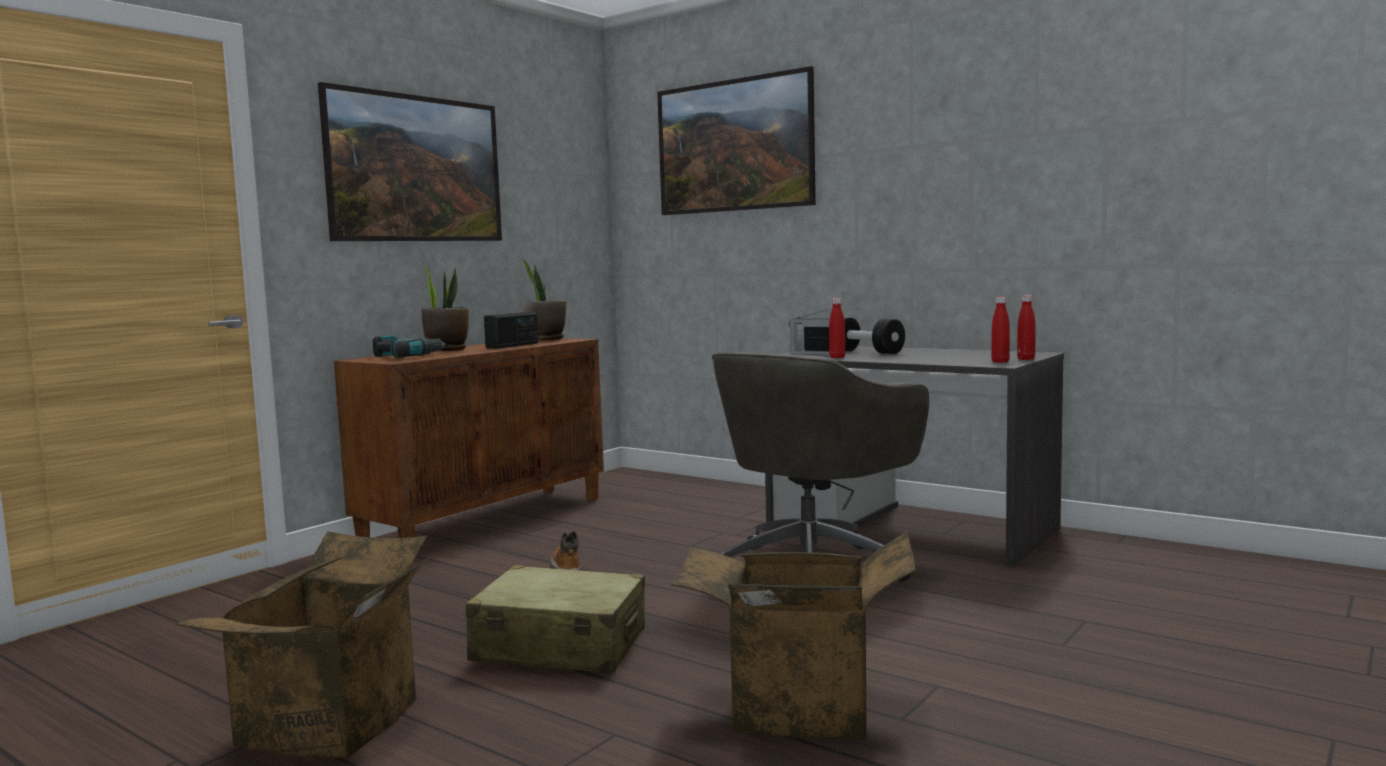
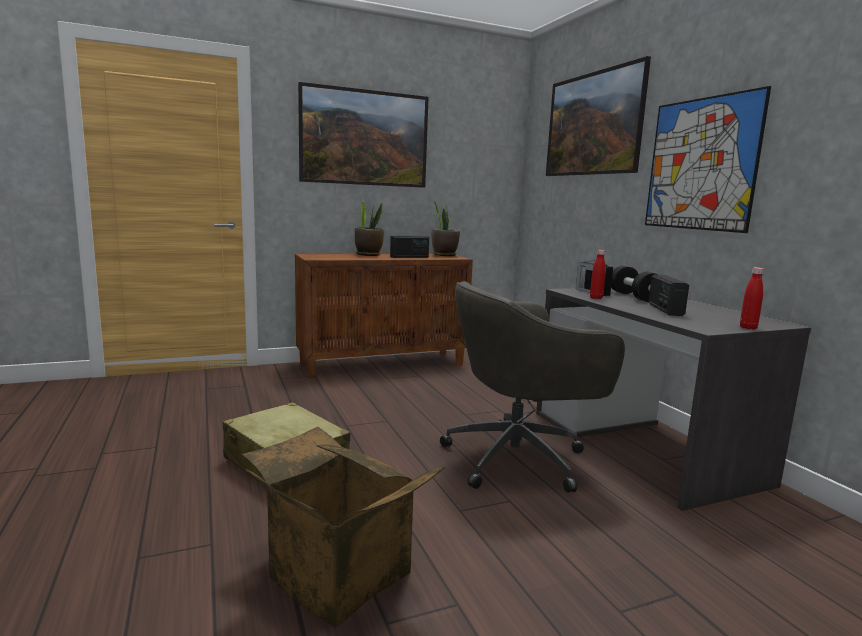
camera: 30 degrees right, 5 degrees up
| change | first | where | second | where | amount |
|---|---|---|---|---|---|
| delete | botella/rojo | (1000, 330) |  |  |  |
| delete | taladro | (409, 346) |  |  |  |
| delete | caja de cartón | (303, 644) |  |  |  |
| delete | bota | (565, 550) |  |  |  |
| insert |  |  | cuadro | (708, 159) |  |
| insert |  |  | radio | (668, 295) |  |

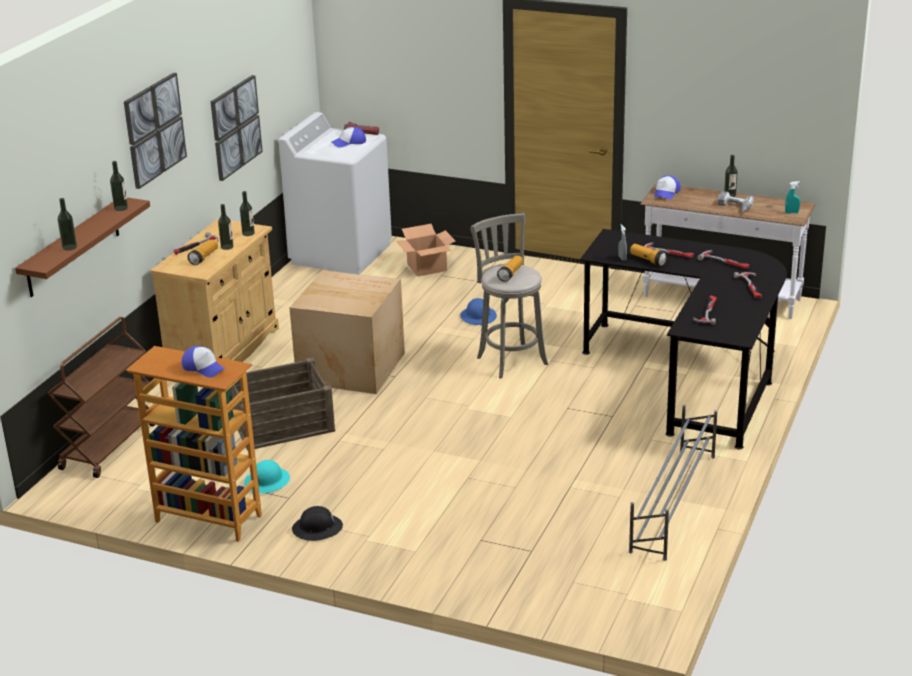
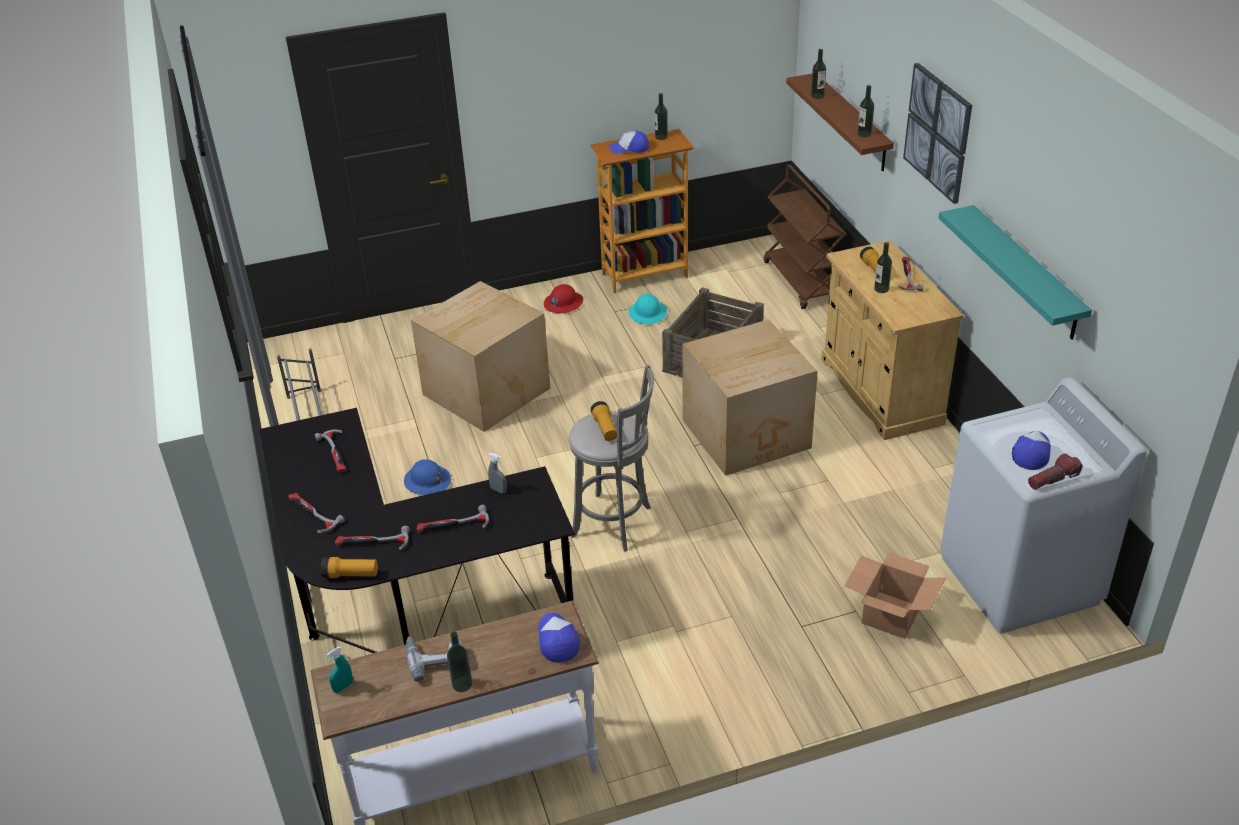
camera: 140 degrees right, 10 degrees up
| change | first | where | second | where | amount |
|---|---|---|---|---|---|
| replace | cuadro | (237, 128) | estante/turquesa | (1015, 272) |  |
| move | botella | (247, 213) |  | (661, 116) |  |
| move | linterna | (648, 255) |  | (349, 567) |  |
| move | casco/azul | (478, 311) |  | (427, 477) |  |
| recolor | casco/negro | (317, 523) | casco/rojo | (563, 298) |  |
| insert |  |  | caja de cartón | (480, 356) |  |

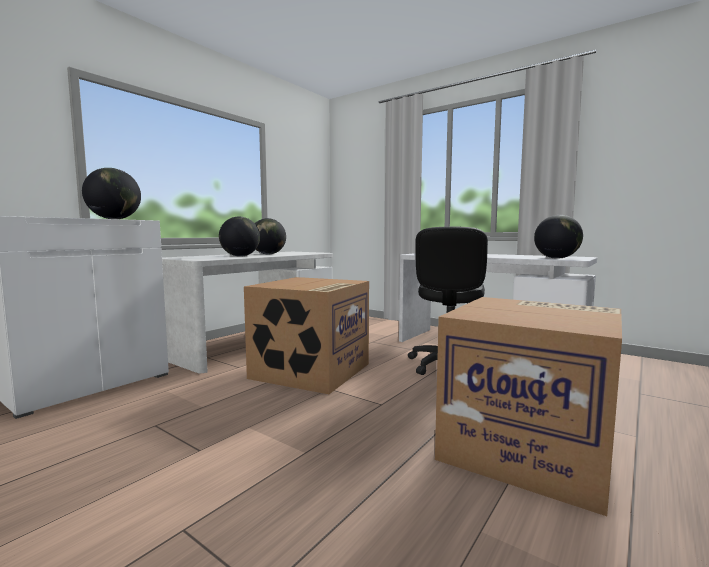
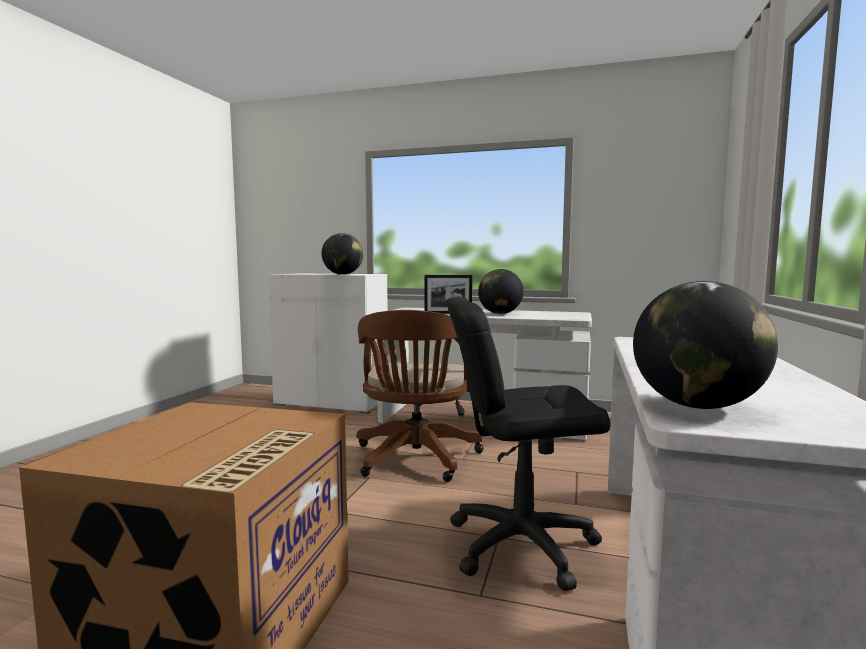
camera: 70 degrees right, 0 degrees up
| change | first | where | second | where | amount |
|---|---|---|---|---|---|
| replace | globo terráqueo | (239, 236) | portarretratos | (448, 294) |  |
| replace | caja de cartón | (306, 335) | silla de oficina/marrón | (420, 396) |  |

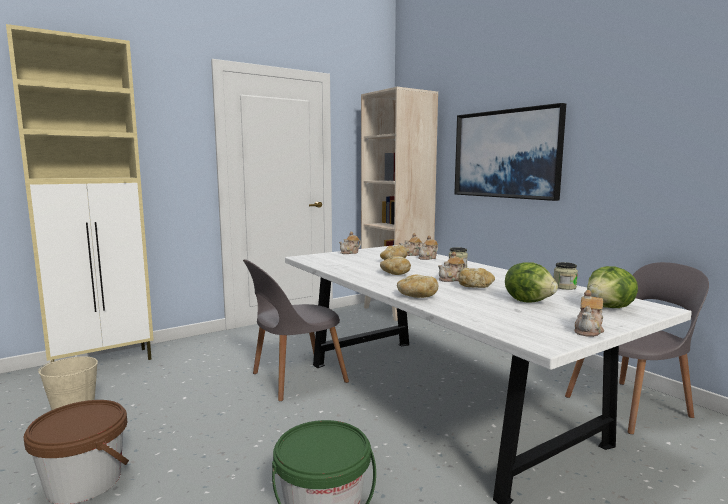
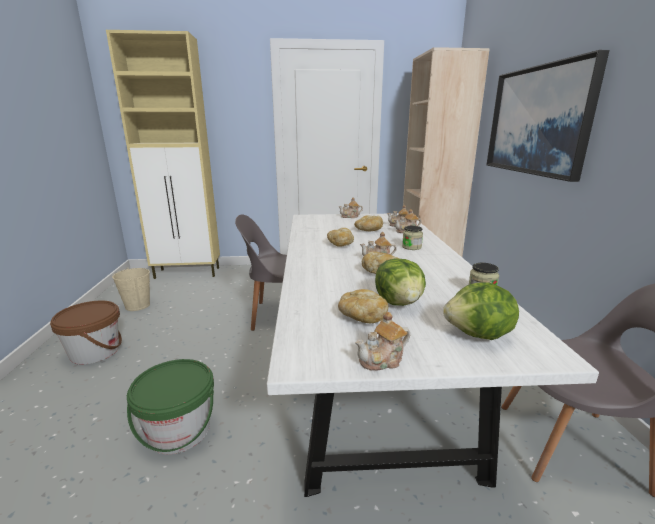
camera: 30 degrees right, 10 degrees up
| change | first | where | second | where | amount |
|---|---|---|---|---|---|
| move | pan | (418, 286) |  | (363, 306) |  |

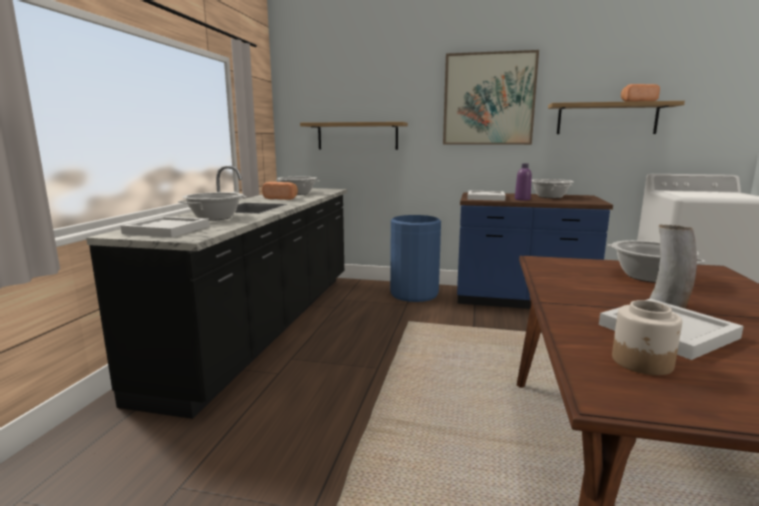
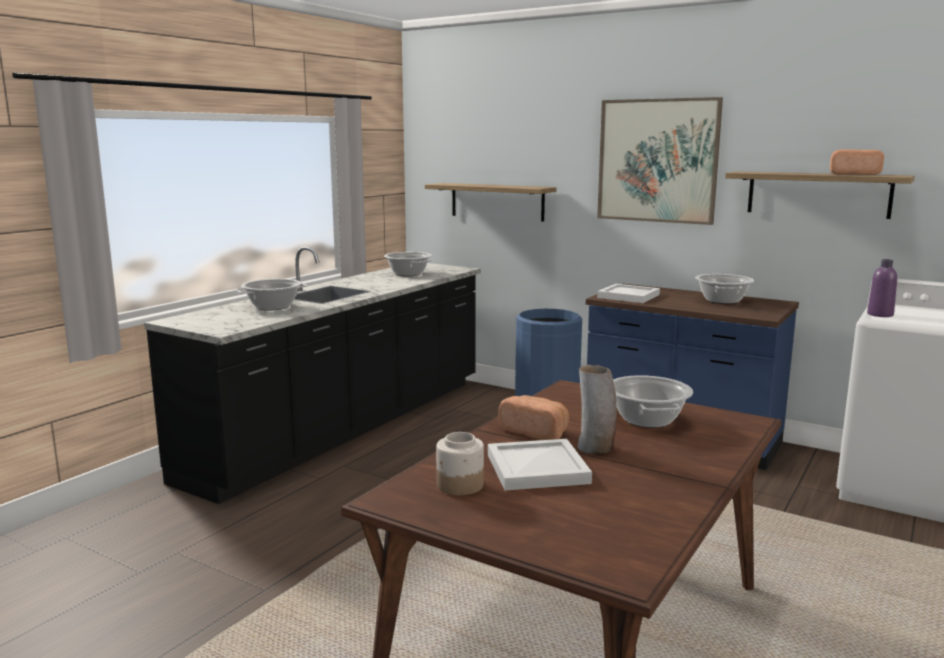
camera: 20 degrees right, 0 degrees up
| change | first | where | second | where | amount |
|---|---|---|---|---|---|
| move | botella/morado | (523, 182) |  | (882, 288) |  |
| move | pan | (280, 191) |  | (533, 417) |  |
| delete | bandeja/blanco | (165, 226) |  |  |  |

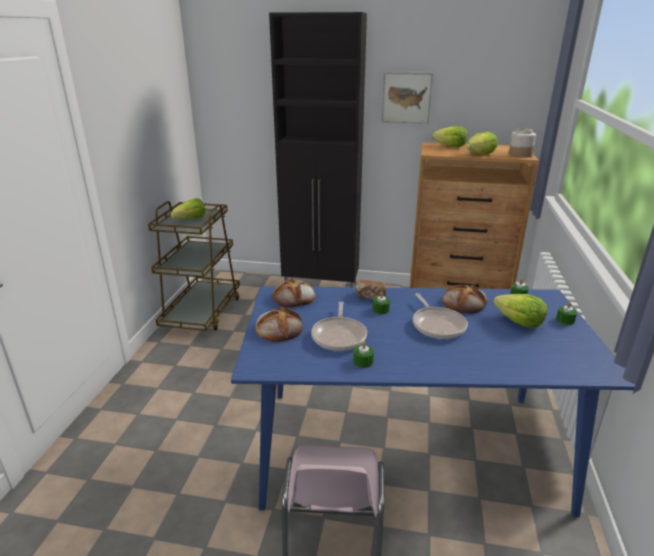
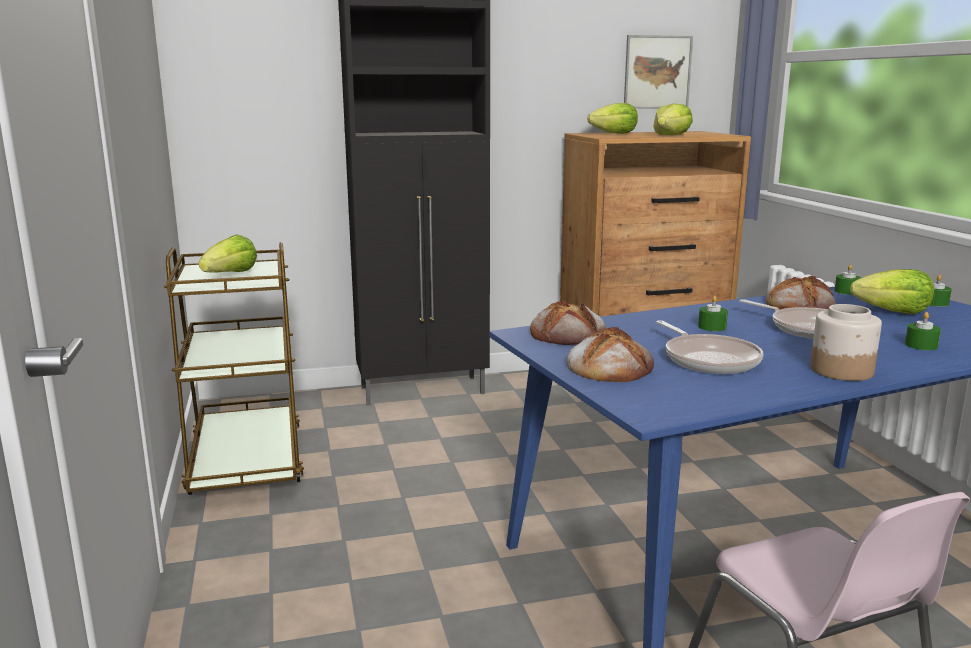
camera: 25 degrees left, 10 degrees down
| change | first | where | second | where | amount |
|---|---|---|---|---|---|
| move | cuadro | (407, 98) |  | (658, 72) |  |
| move | tarro | (522, 143) |  | (846, 342) |  |
| delete | pan | (370, 289) |  |  |  |
| move | vela/verde | (364, 355) |  | (923, 331) |  |

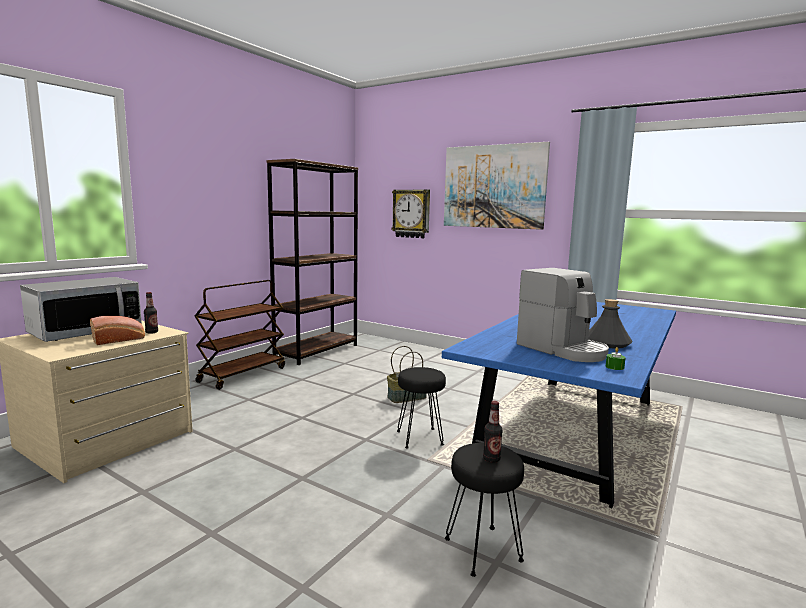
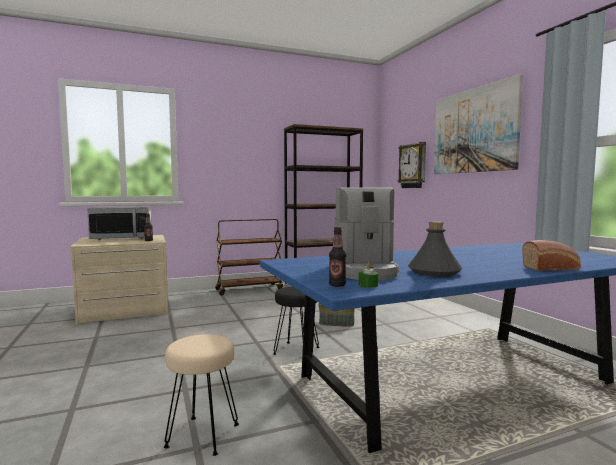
camera: 35 degrees right, 5 degrees down
| change | first | where | second | where | amount |
|---|---|---|---|---|---|
| move | pan | (117, 330) |  | (551, 255) |  |
| move | botella | (493, 432) |  | (337, 257) |  |
| recolor | taburete/negro | (484, 510) | taburete/beis | (201, 395) |  |

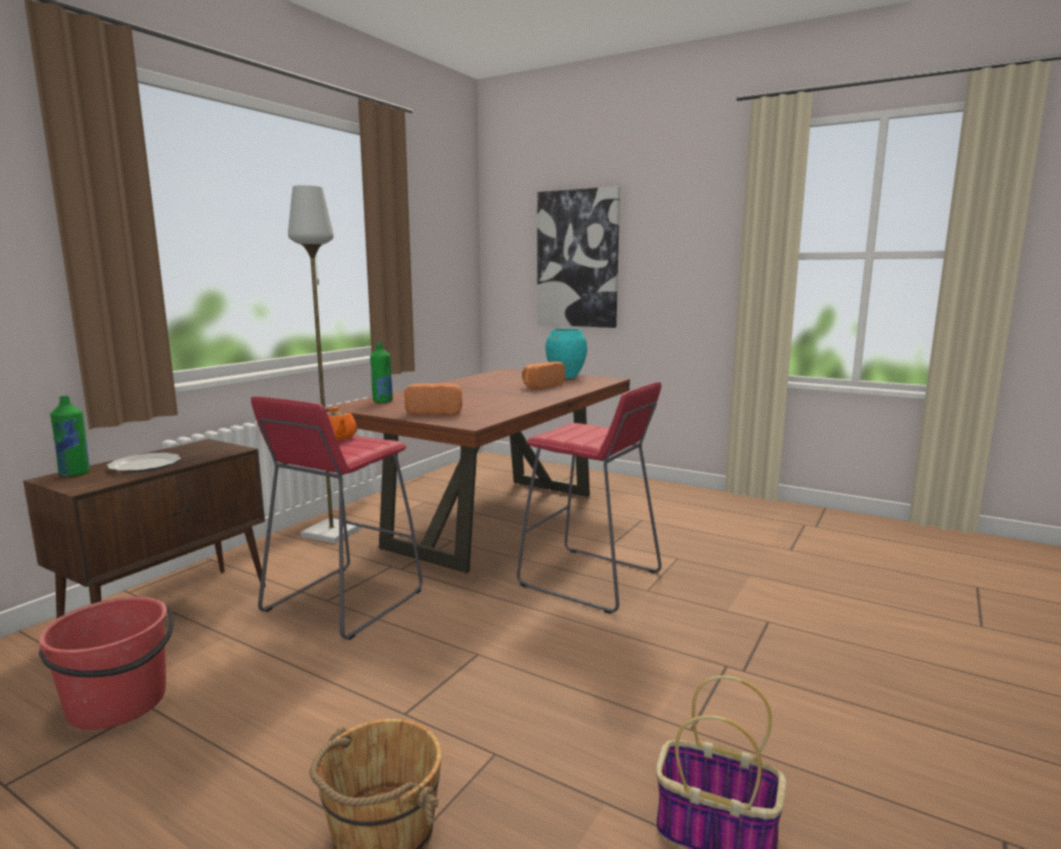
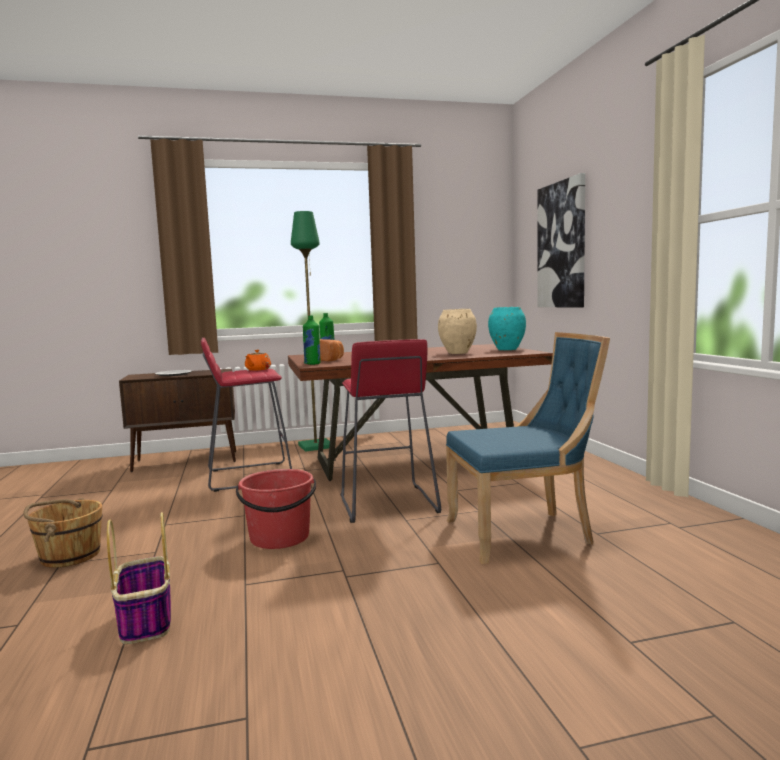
camera: 45 degrees right, 5 degrees down
| change | first | where | second | where | amount |
|---|---|---|---|---|---|
| recolor | lámpara de pie/gris | (325, 364) | lámpara de pie/verde | (310, 331) |  |
| replace | pan | (543, 375) | florero/beis | (457, 331) |  |
| move | botella/verde | (70, 436) |  | (312, 340) |  |
| move | cubo/rojo | (106, 663) |  | (276, 509) |  |
| insert |  |  | silla/azul | (528, 448) |  |

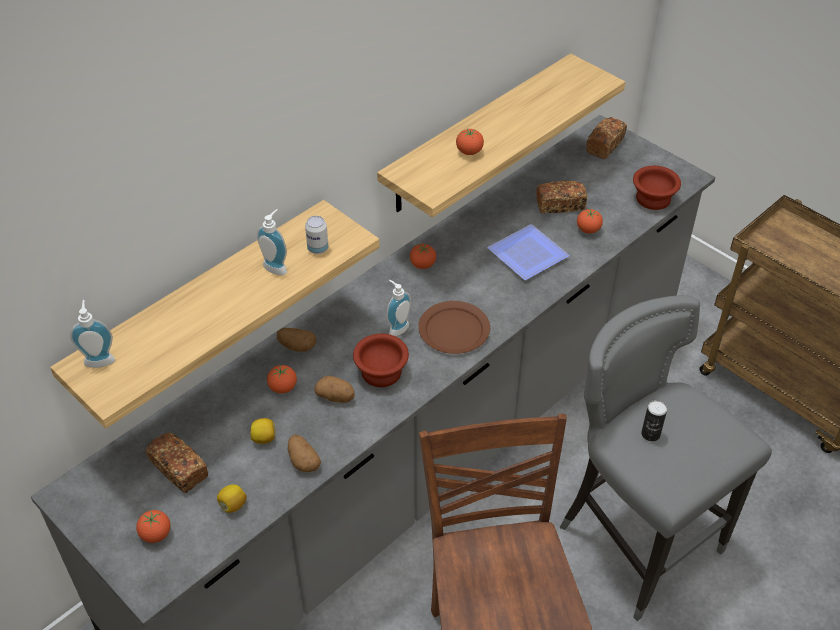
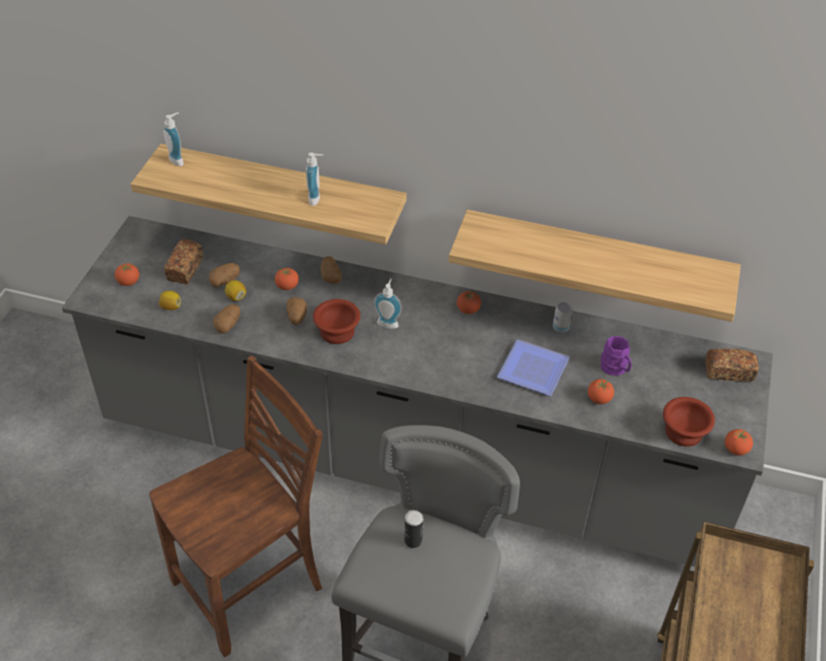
camera: 60 degrees right, 0 degrees up
| change | first | where | second | where | amount |
|---|---|---|---|---|---|
| move | tomate | (470, 142) |  | (739, 442) |  |
| replace | pan | (561, 197) | taza grande/morado | (616, 356) |  |
| move | lata | (316, 235) |  | (562, 317) |  |
| delete | plato/marrón | (454, 327) |  |  |  |
| insert |  |  | patata | (224, 275) |  |

